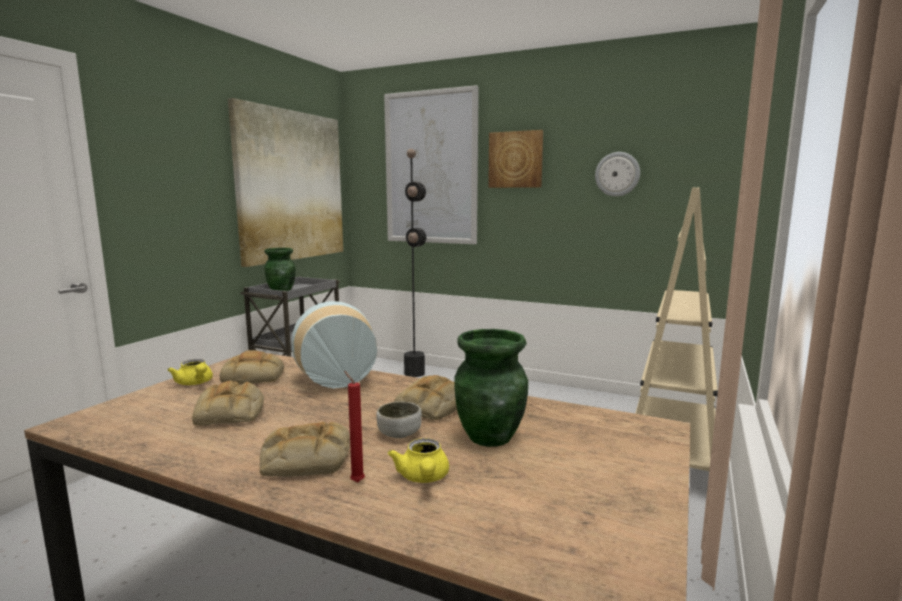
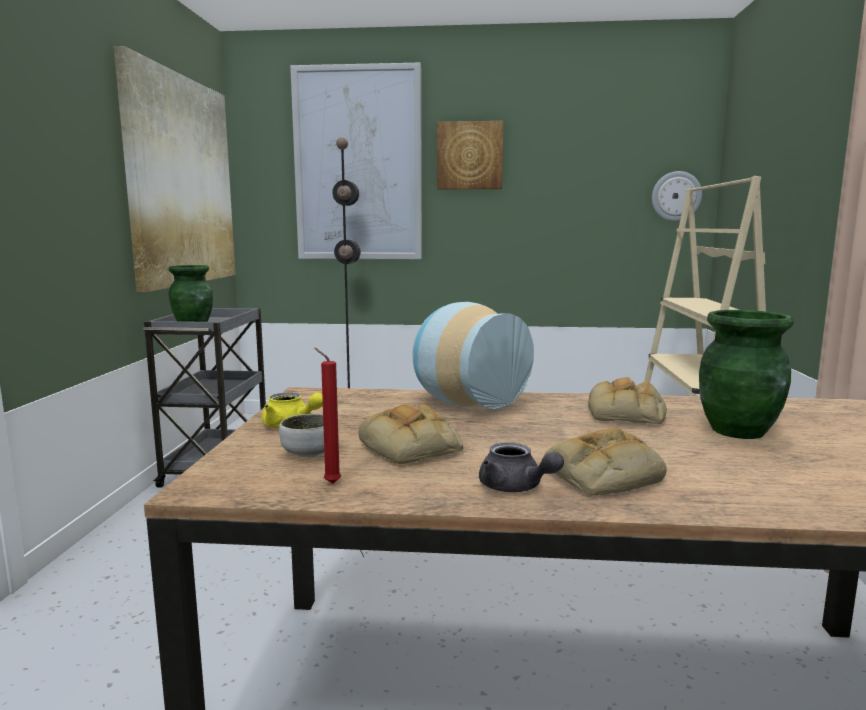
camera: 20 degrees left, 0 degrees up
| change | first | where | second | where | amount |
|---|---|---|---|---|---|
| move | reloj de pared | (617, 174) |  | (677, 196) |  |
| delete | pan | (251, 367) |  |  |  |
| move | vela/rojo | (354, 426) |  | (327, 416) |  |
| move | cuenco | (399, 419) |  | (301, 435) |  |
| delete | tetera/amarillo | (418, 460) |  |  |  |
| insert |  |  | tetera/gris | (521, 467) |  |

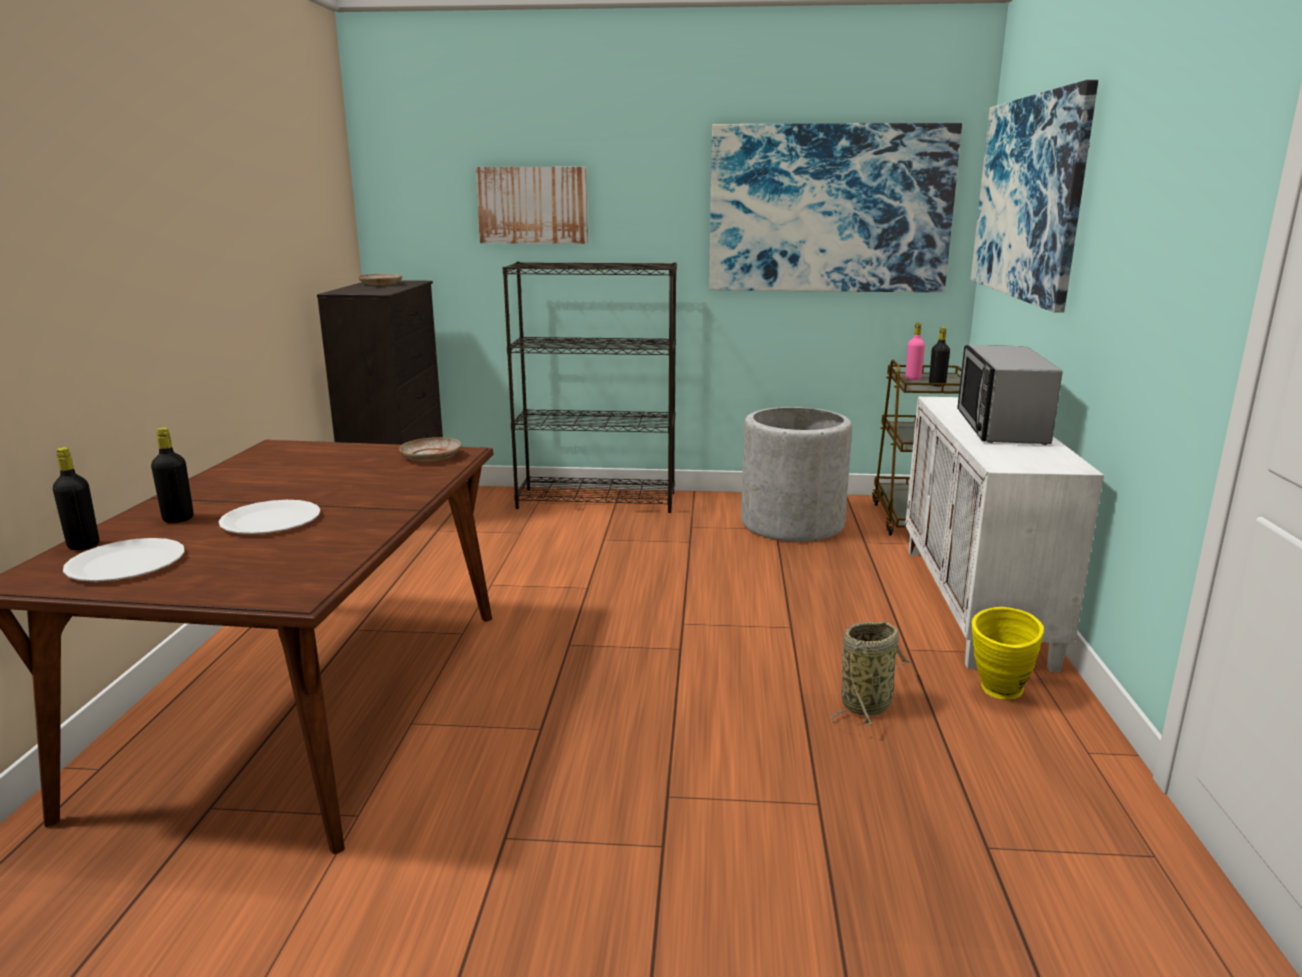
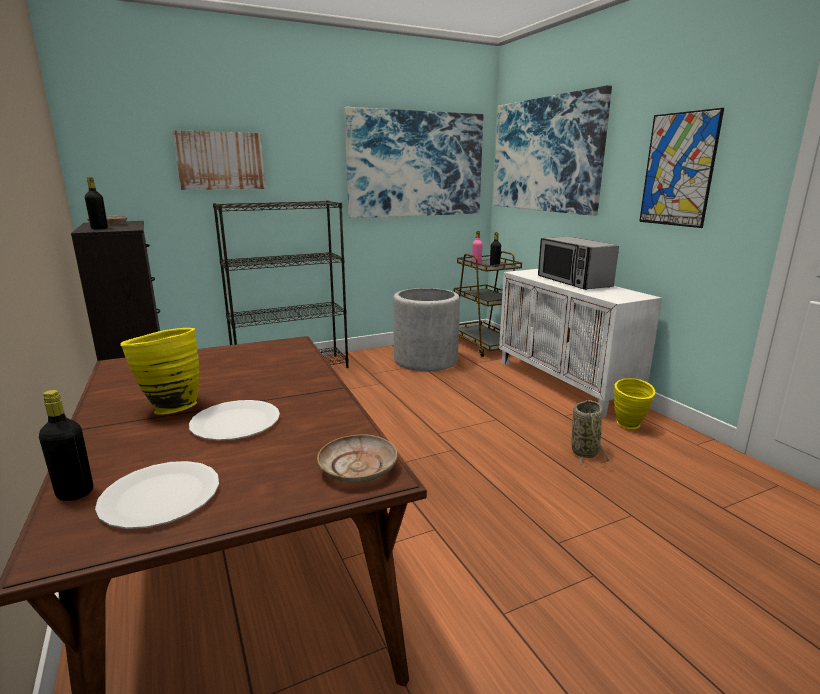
camera: 30 degrees left, 0 degrees up
| change | first | where | second | where | amount |
|---|---|---|---|---|---|
| move | botella/negro | (172, 475) |  | (96, 203) |  |
| move | plato/beis | (430, 449) |  | (357, 458) |  |
| insert |  |  | cuadro | (681, 168) |  |
| insert |  |  | florero/amarillo | (159, 371) |  |

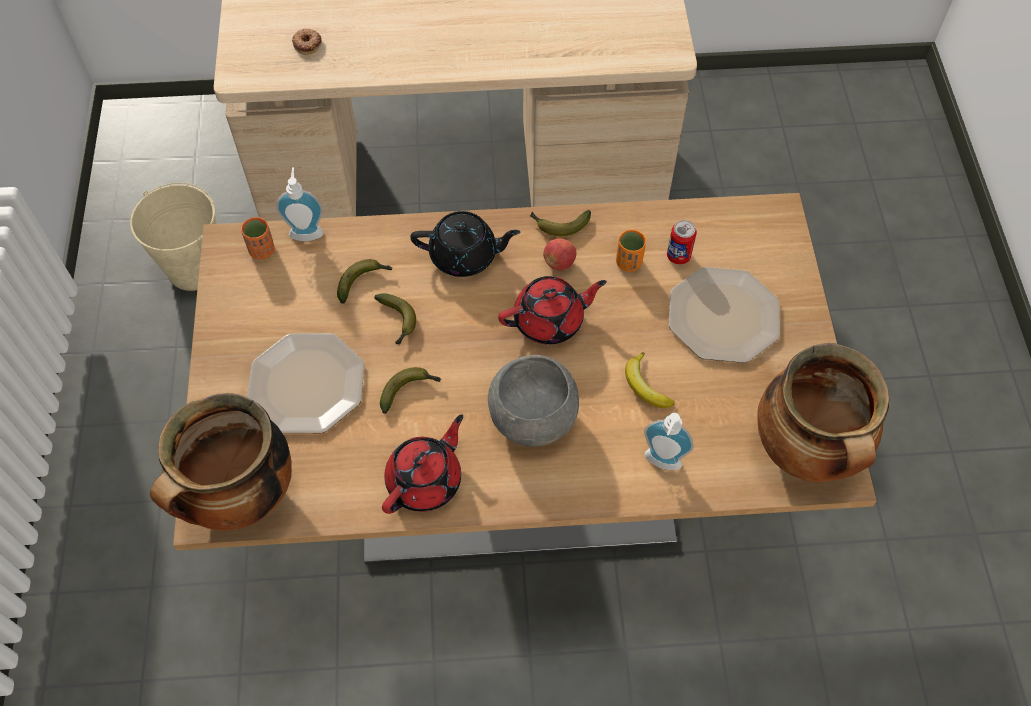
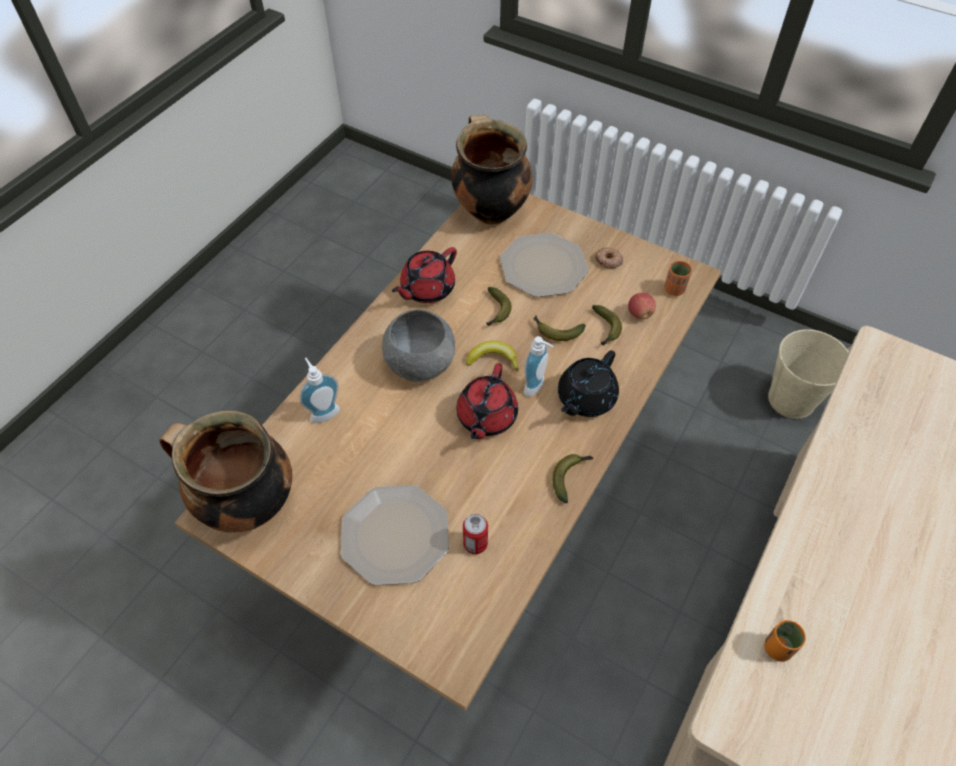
camera: 125 degrees right, 5 degrees down
| change | first | where | second | where | amount |
|---|---|---|---|---|---|
| move | rosquilla | (307, 42) |  | (609, 258) |  |
| move | dispensador de jabón | (300, 204) |  | (539, 366) |  |
| move | taza/naranja | (631, 251) |  | (785, 641) |  |
| move | manzana | (559, 254) |  | (642, 306) |  |
| move | plátano | (650, 380) |  | (492, 356) |  |
| rotate | tetera/rojo | (422, 464) |  | (424, 275) | 60 degrees clockwise |

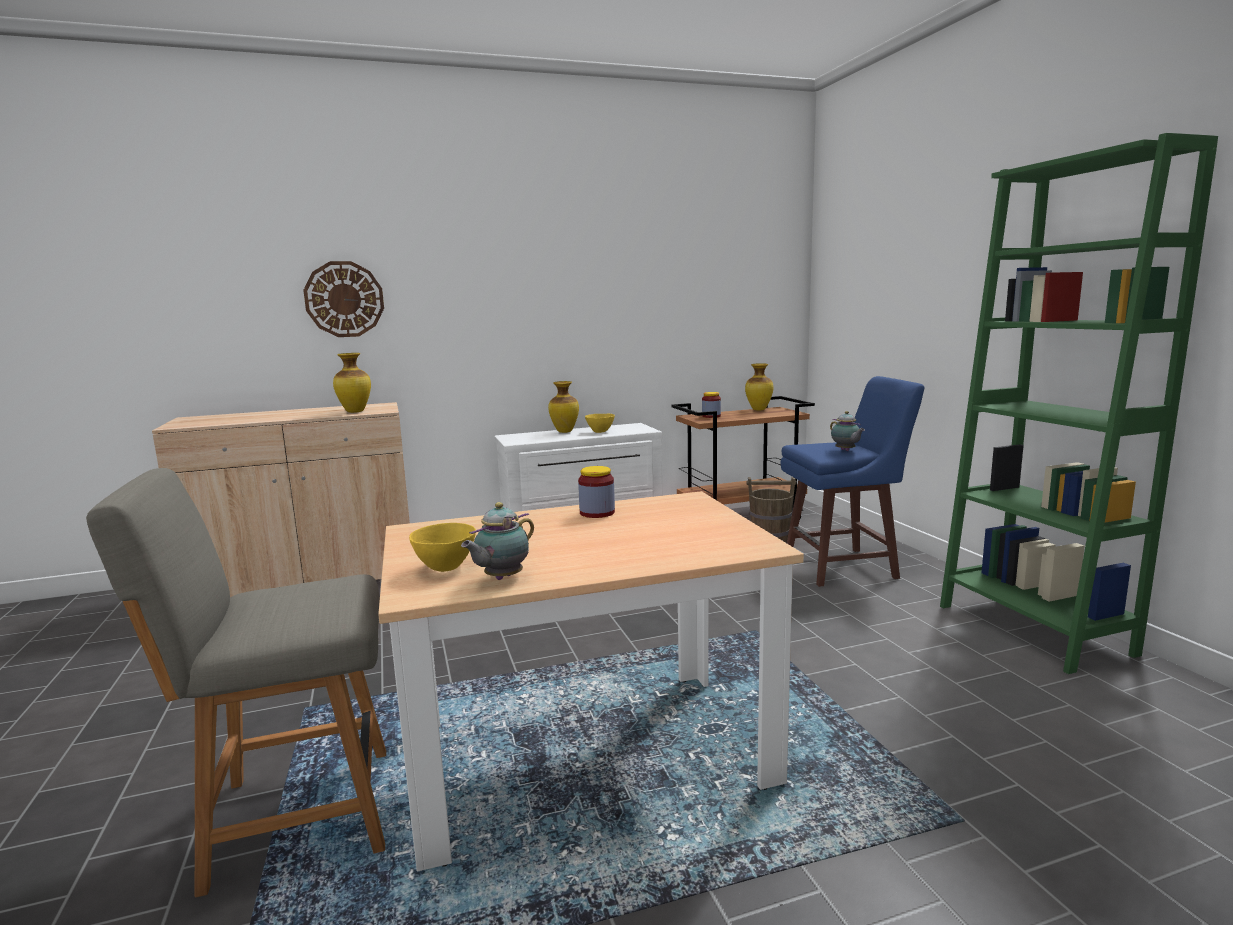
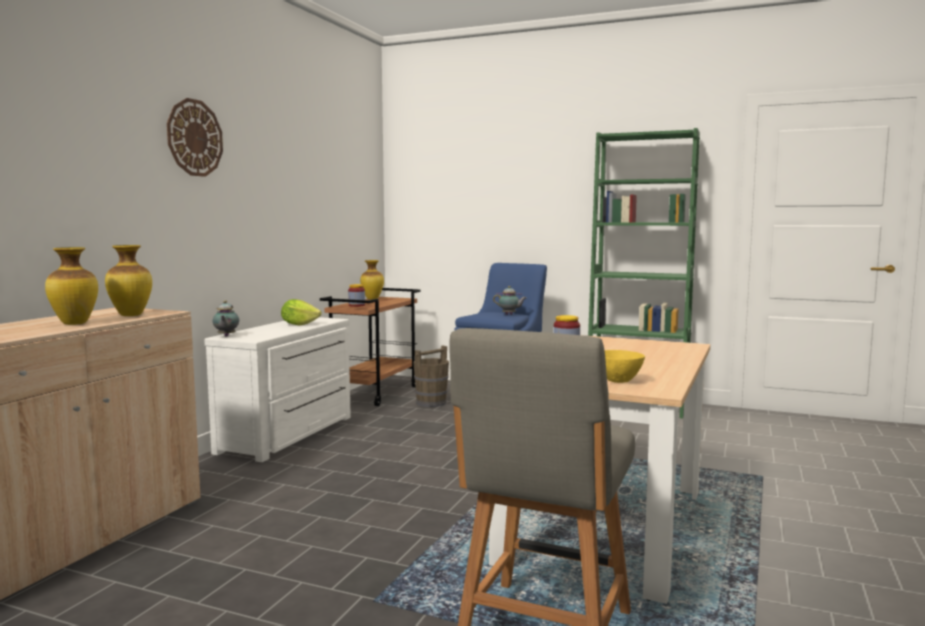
camera: 50 degrees left, 5 degrees down
| change | first | where | second | where | amount |
|---|---|---|---|---|---|
| move | reloj de pared | (343, 299) |  | (195, 137) |  |
| move | florero | (563, 407) |  | (71, 286) |  |
| replace | cuenco/amarillo | (600, 423) | lechuga | (301, 312) |  |
| move | tetera | (497, 541) |  | (226, 318) |  |

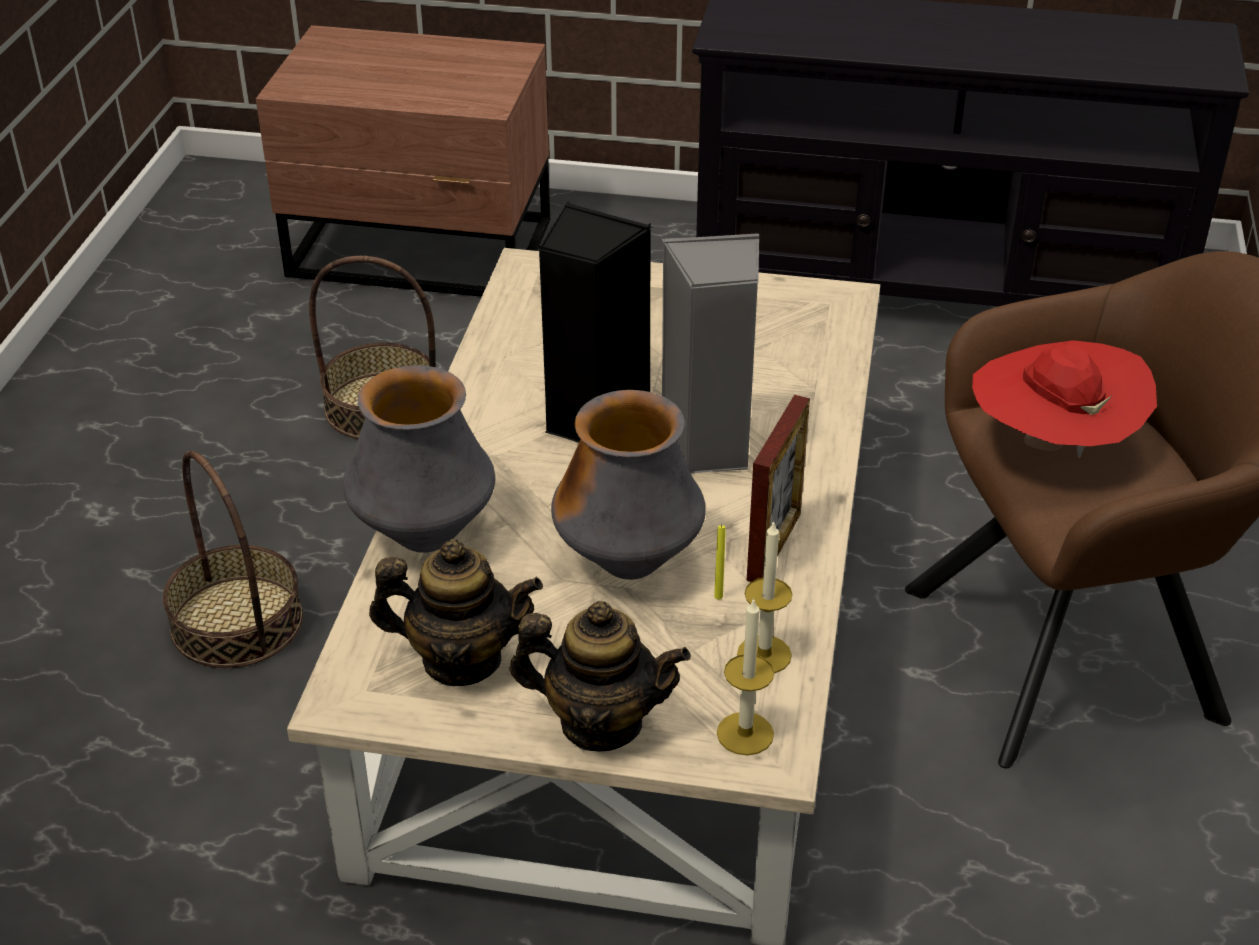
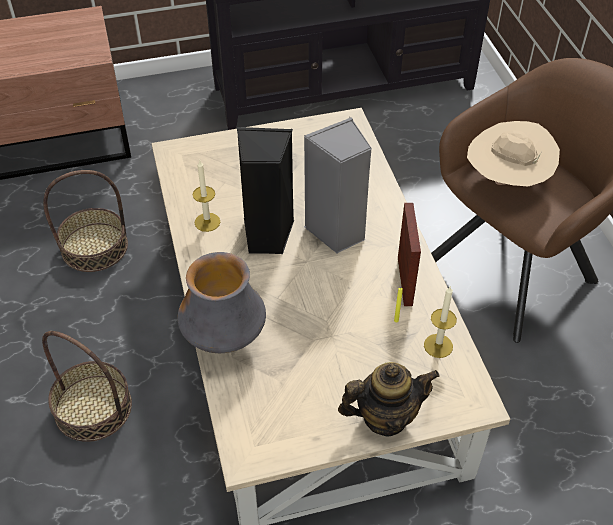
camera: 25 degrees left, 10 degrees up
| change | first | where | second | where | amount |
|---|---|---|---|---|---|
| recolor | sombrero/rojo | (1064, 399) | sombrero/beis | (513, 153) |  |
| delete | florero | (628, 485) |  |  |  |
| delete | tetera | (456, 612) |  |  |  |
| move | vela | (745, 676) |  | (206, 196) |  |

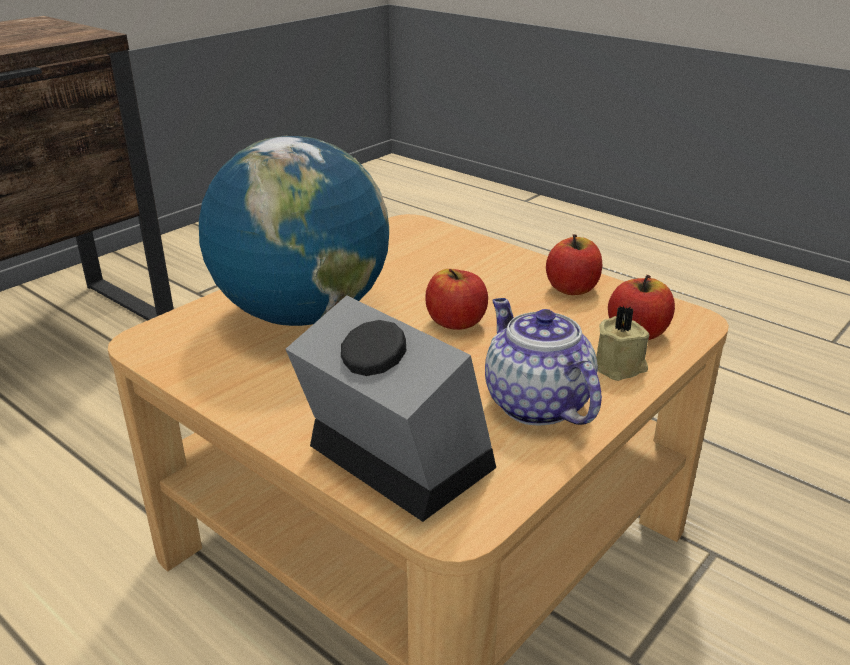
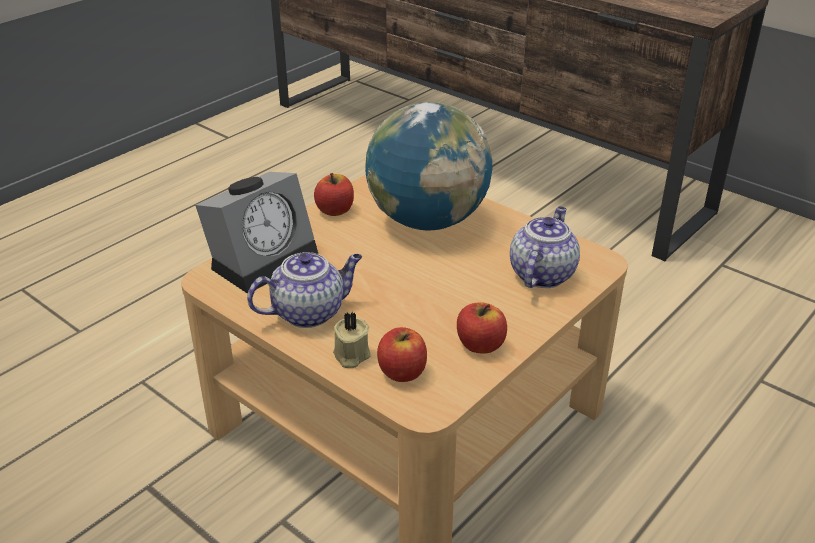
camera: 90 degrees right, 5 degrees up
| change | first | where | second | where | amount |
|---|---|---|---|---|---|
| move | manzana | (457, 299) |  | (334, 194) |  |
| insert |  |  | tetera | (545, 247) |  |

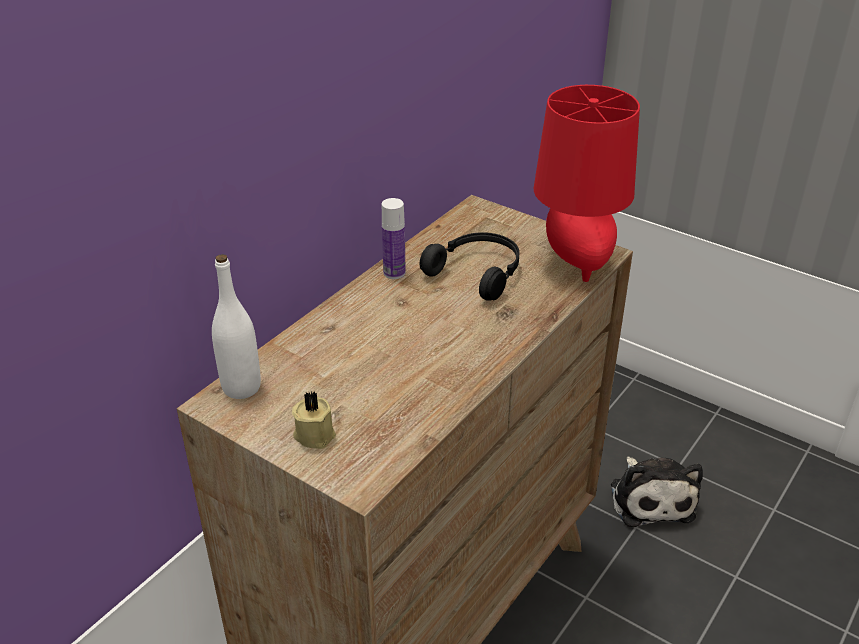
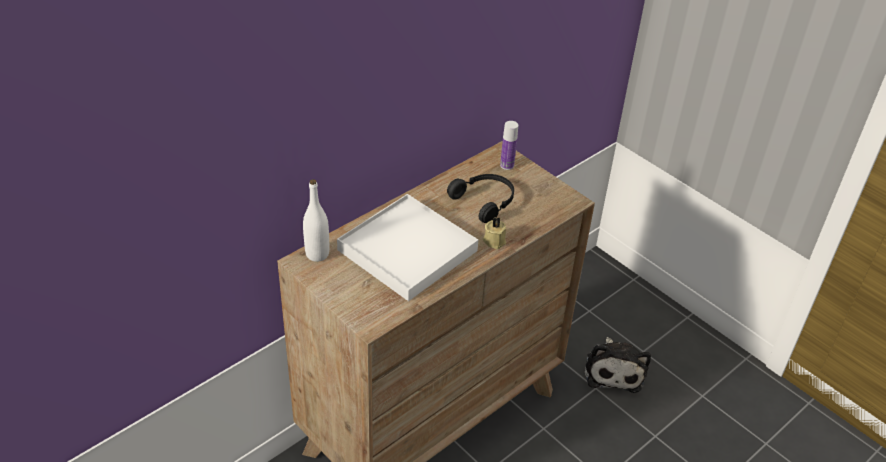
camera: 10 degrees right, 5 degrees up
| change | first | where | second | where | amount |
|---|---|---|---|---|---|
| delete | lámpara de mesa/rojo | (587, 183) |  |  |  |
| move | botella | (394, 238) |  | (509, 145) |  |
| move | vela/beis | (314, 420) |  | (494, 233) |  |
| insert |  |  | bandeja/blanco | (407, 247) |  |

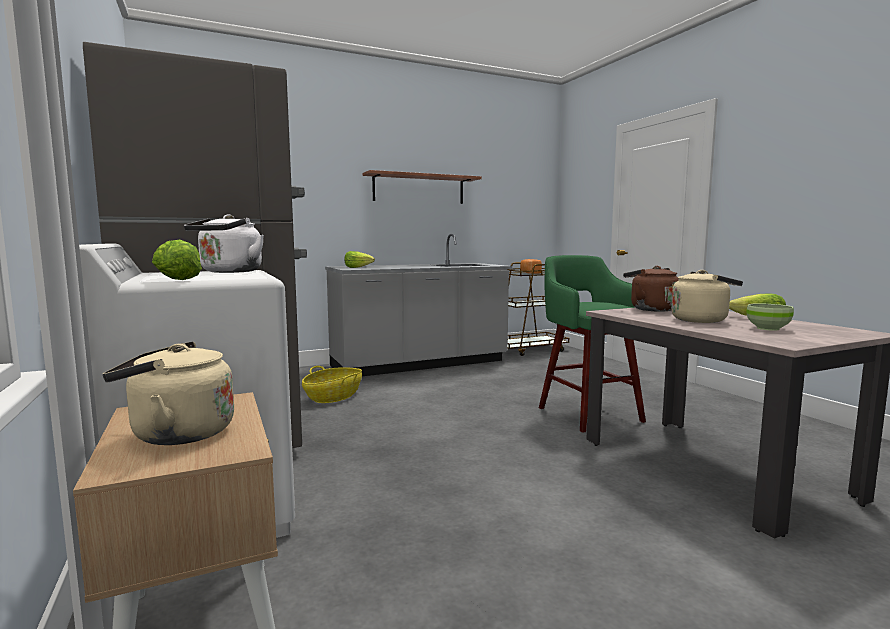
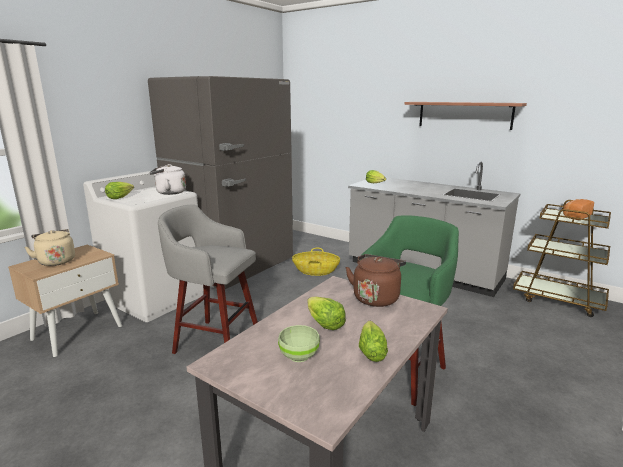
camera: 60 degrees right, 10 degrees up
| change | first | where | second | where | amount |
|---|---|---|---|---|---|
| replace | hervidor/beis | (707, 296) | lechuga | (326, 313) |  |
| insert |  |  | taburete/gris | (208, 279) |  |

